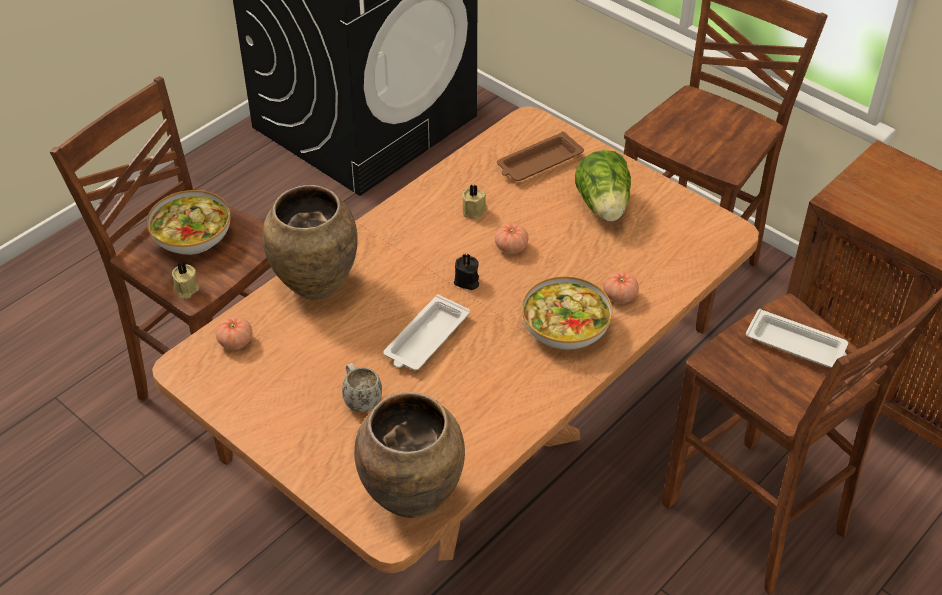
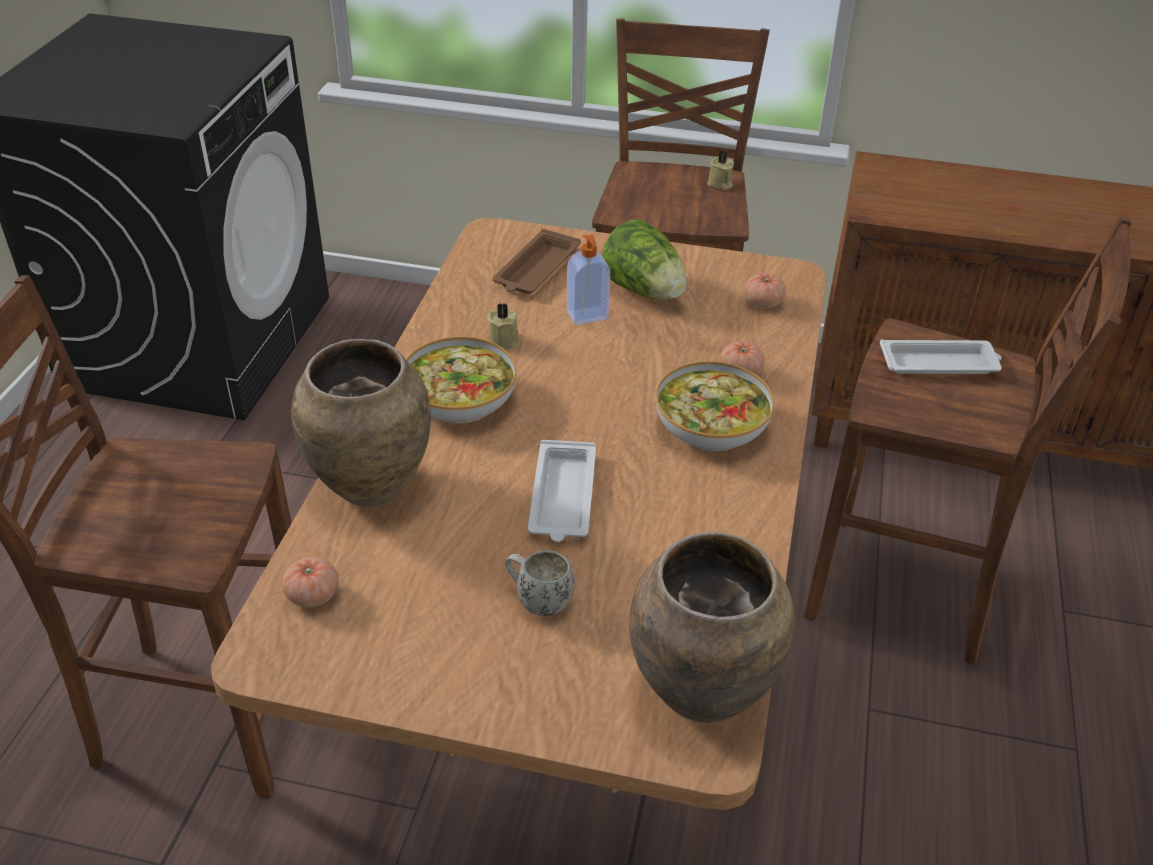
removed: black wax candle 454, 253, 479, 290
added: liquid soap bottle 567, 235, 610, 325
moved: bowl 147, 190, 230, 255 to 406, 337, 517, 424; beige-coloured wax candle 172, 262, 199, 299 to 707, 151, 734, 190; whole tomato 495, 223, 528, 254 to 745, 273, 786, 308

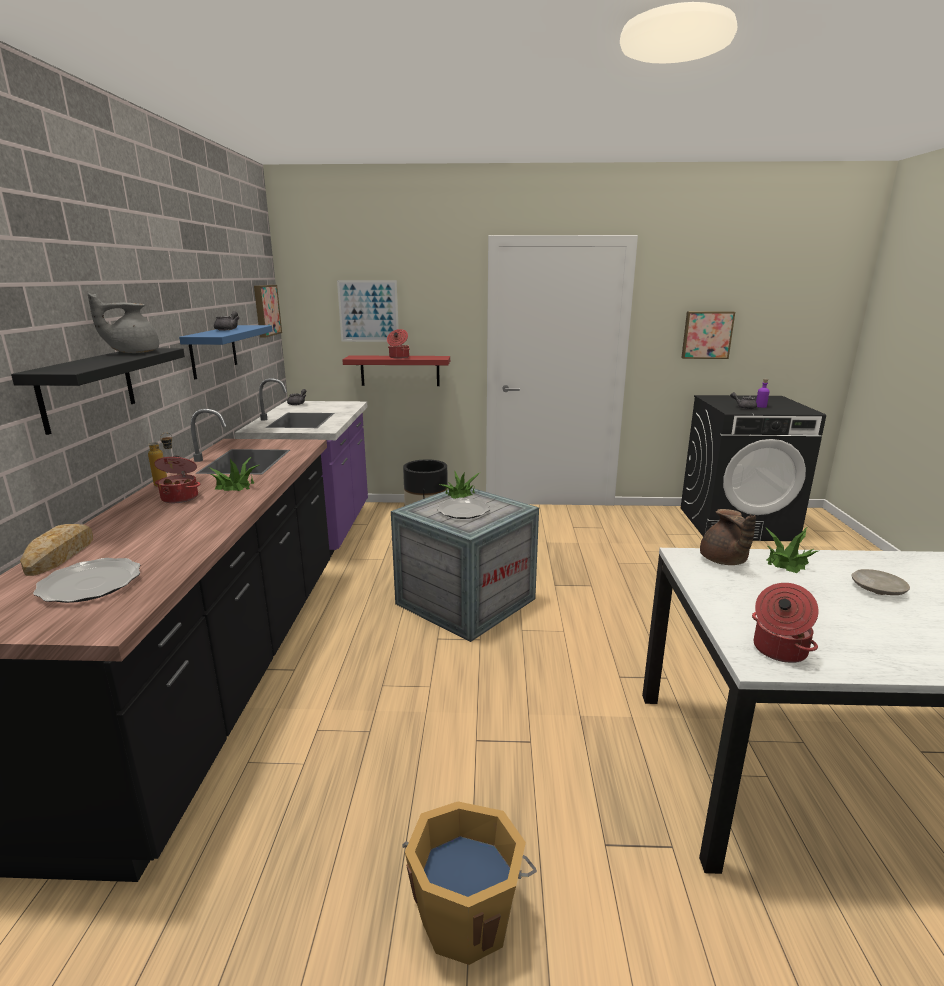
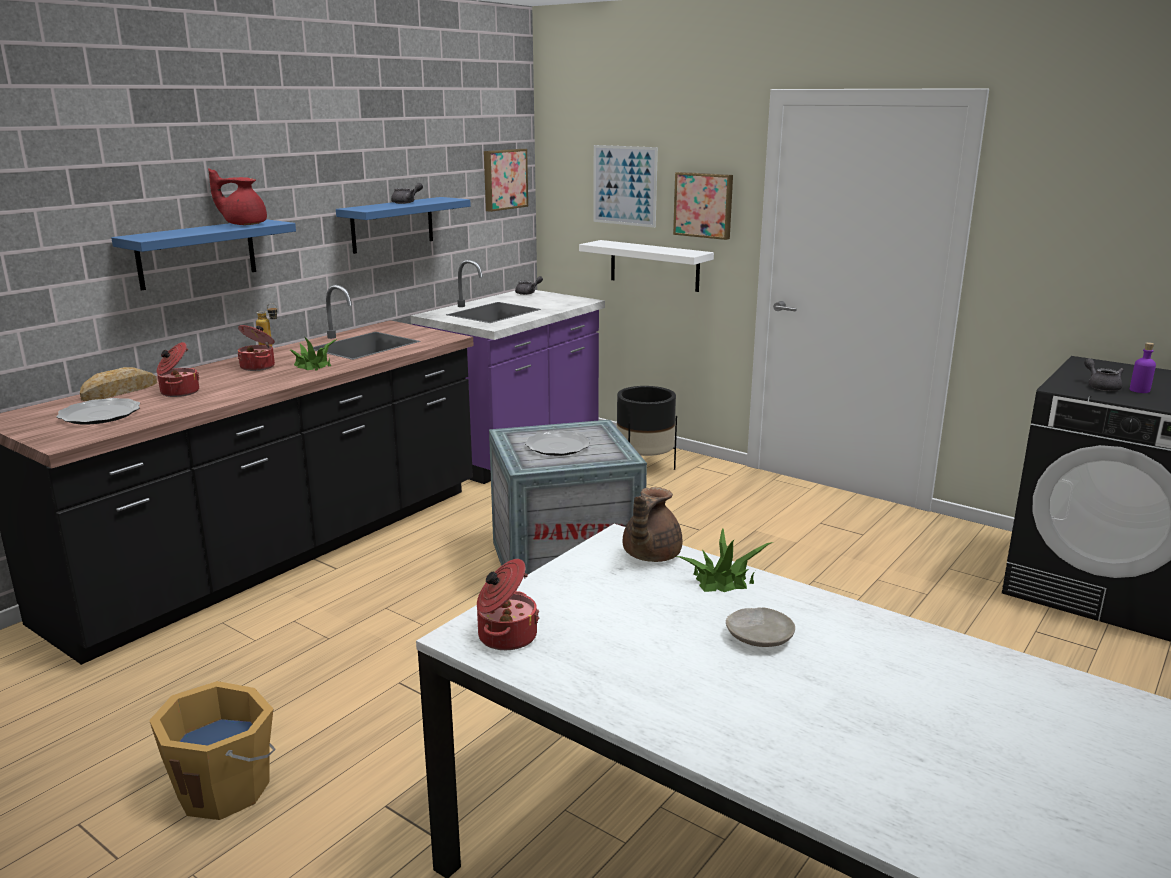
removed: potted plant 439, 471, 481, 499
moved: stockpot 387, 329, 410, 359 to 157, 342, 200, 397; wall picture 681, 311, 735, 359 to 673, 172, 733, 240
recoloured: black shelf 11, 348, 185, 435 to blue-coloured shelf 111, 219, 296, 291; greyish teapot 88, 293, 159, 353 to reddish teapot 208, 168, 267, 225; reddish shelf 342, 355, 450, 386 to white shelf 579, 240, 714, 292

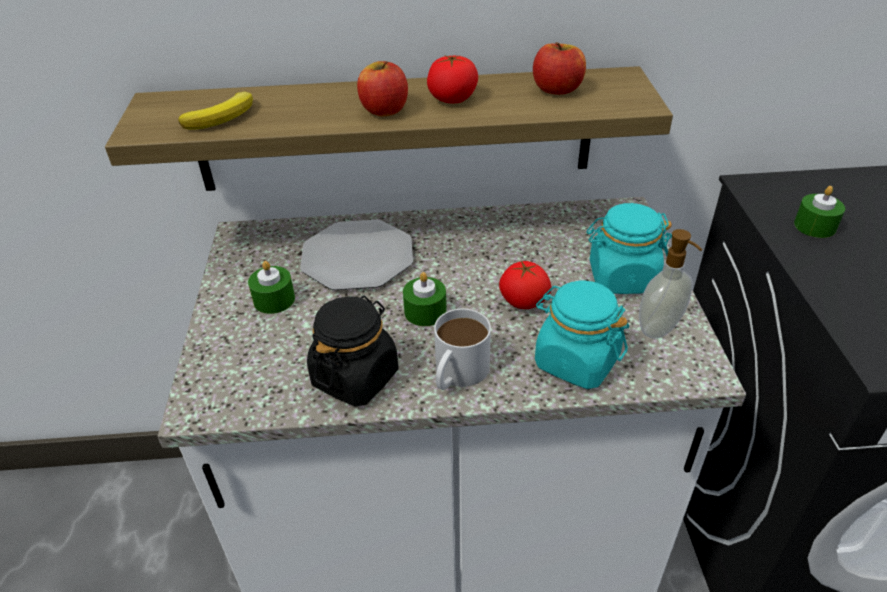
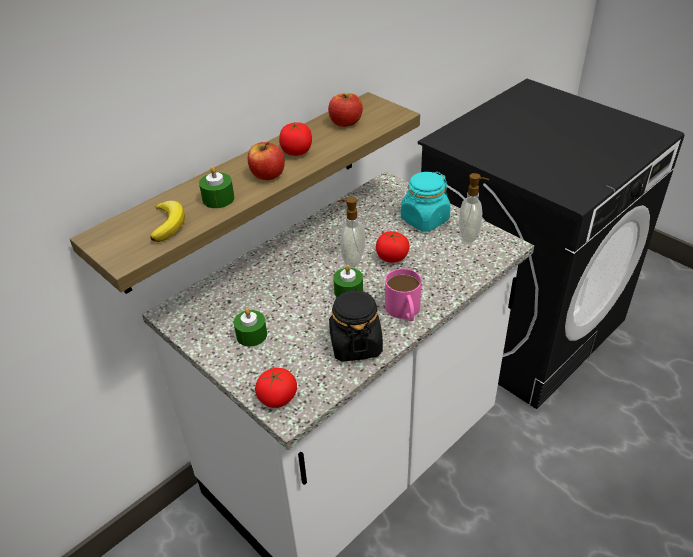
removed: dinner plate 300, 220, 413, 290; blue-green storage jar 535, 280, 629, 389
added: whole tomato 255, 368, 297, 408; liquid soap bottle 337, 196, 365, 267
moved: greenish wax candle 794, 186, 845, 238 to 199, 166, 234, 208
recoloured: white tea mug 434, 309, 491, 390 to pink-coloured tea mug 385, 269, 421, 321

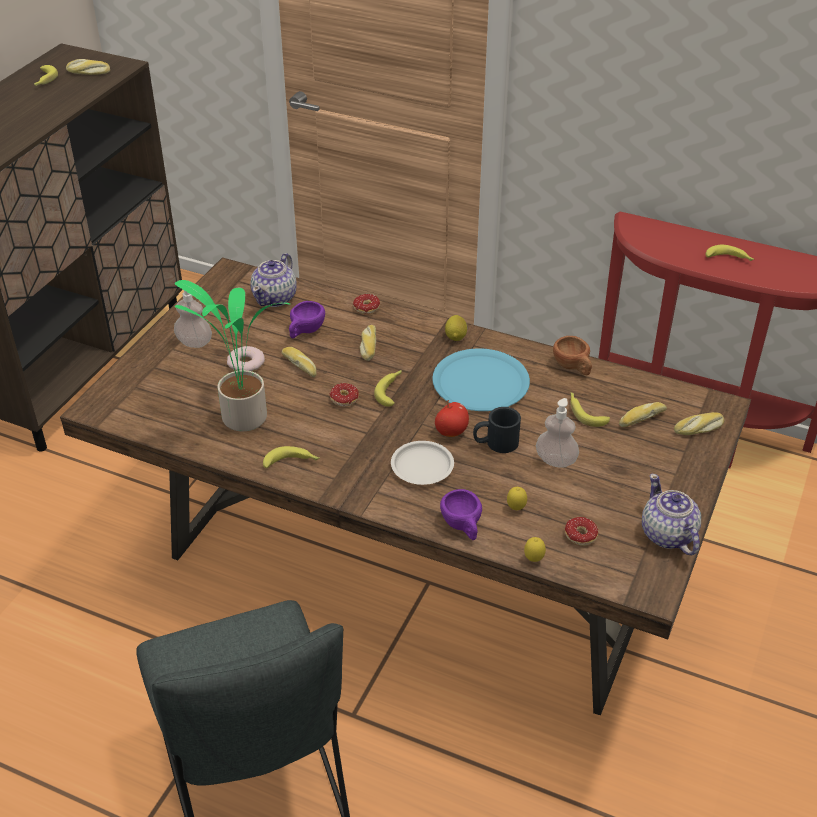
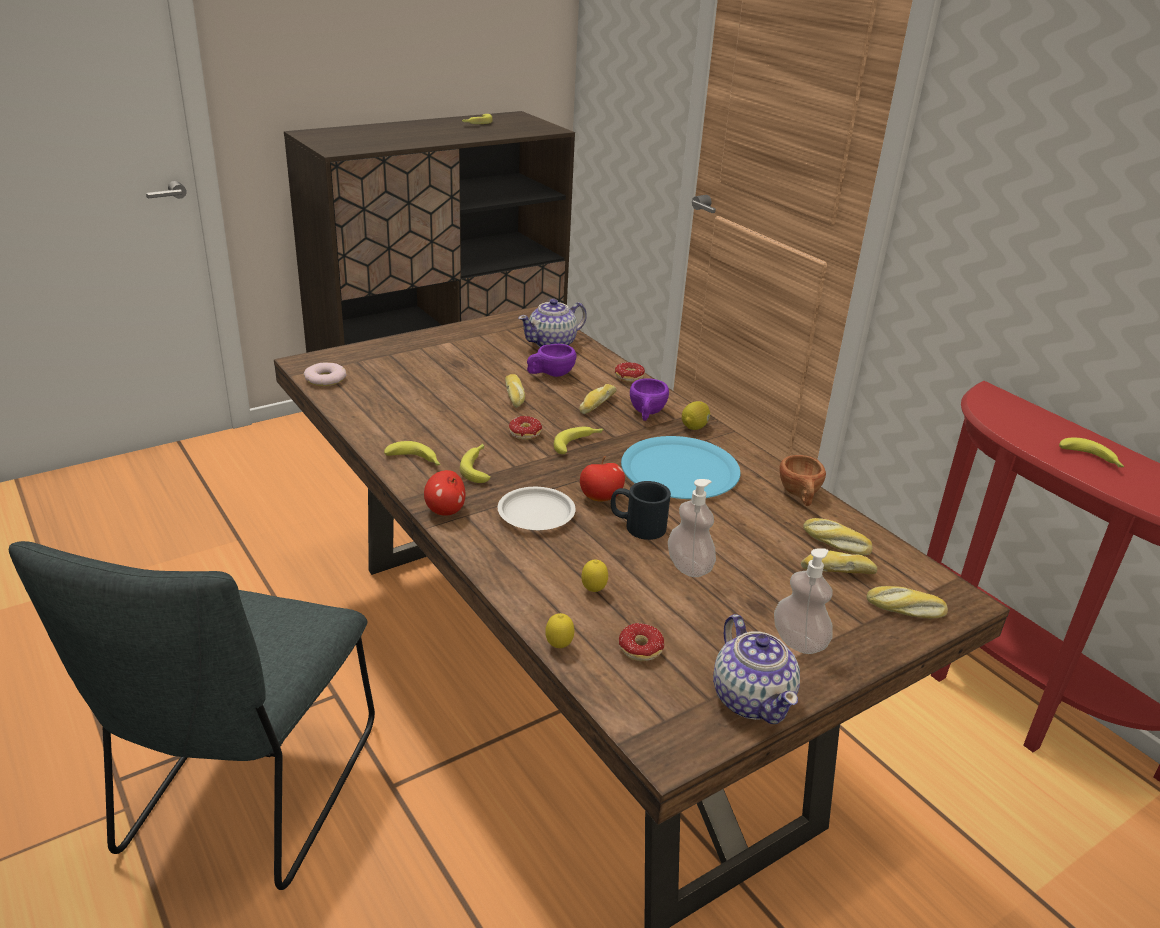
removed: potted plant 175, 280, 291, 431
added: apple 424, 470, 465, 516
moved: ring doughnut 227, 346, 265, 372 to 304, 363, 347, 386; whole banana 570, 392, 610, 427 to 460, 444, 491, 483; purple-coloured small cup 440, 489, 482, 540 to 630, 378, 669, 421; liquid soap bottle 174, 291, 212, 348 to 774, 548, 833, 654; bakery bread 66, 59, 110, 75 to 803, 518, 872, 555
turned: teapot 642, 474, 701, 555 = 713, 614, 800, 724 150 degrees clockwise

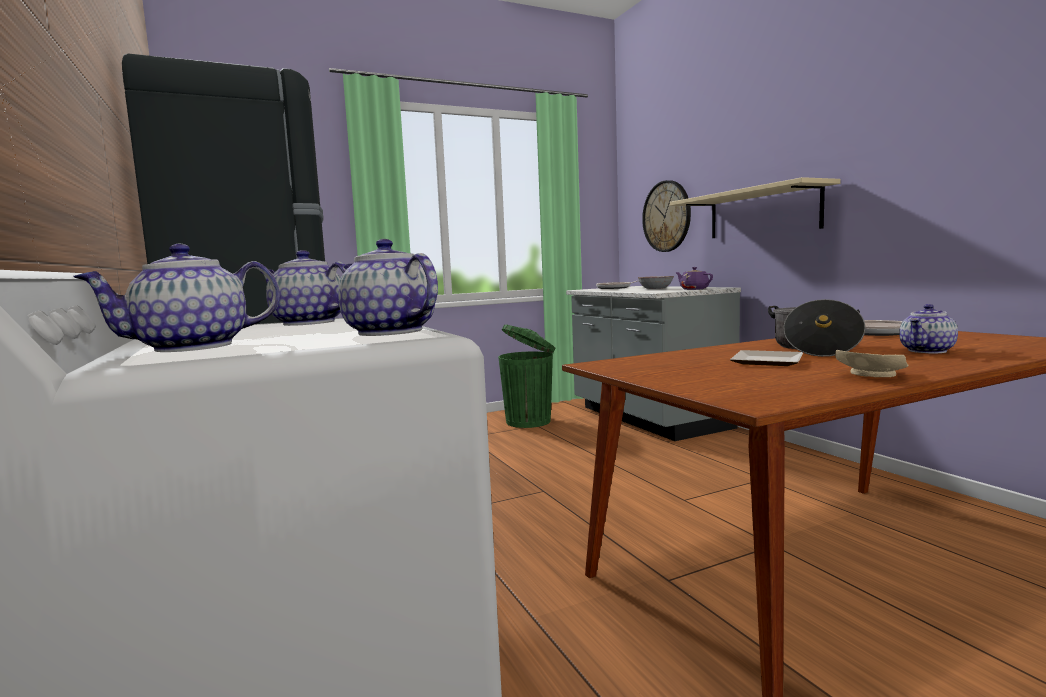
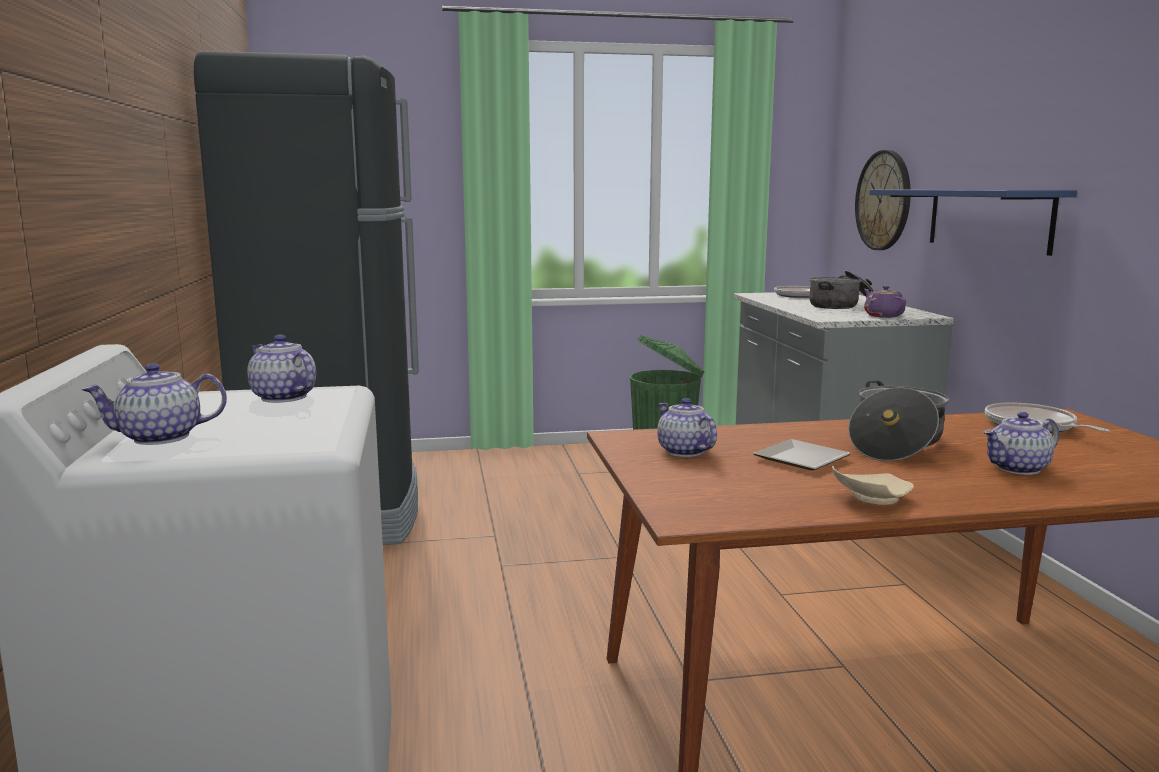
moved: teapot 338, 239, 438, 336 to 657, 398, 717, 457
replaced: bowl 638, 276, 674, 289 to stockpot 809, 270, 874, 309
recoloured: beige-coloured shelf 670, 177, 841, 238 to blue-coloured shelf 869, 190, 1077, 256

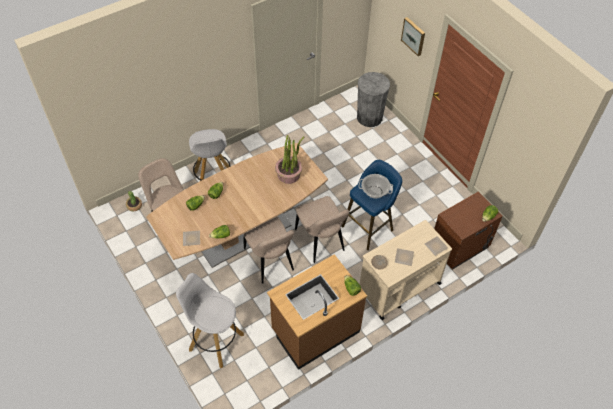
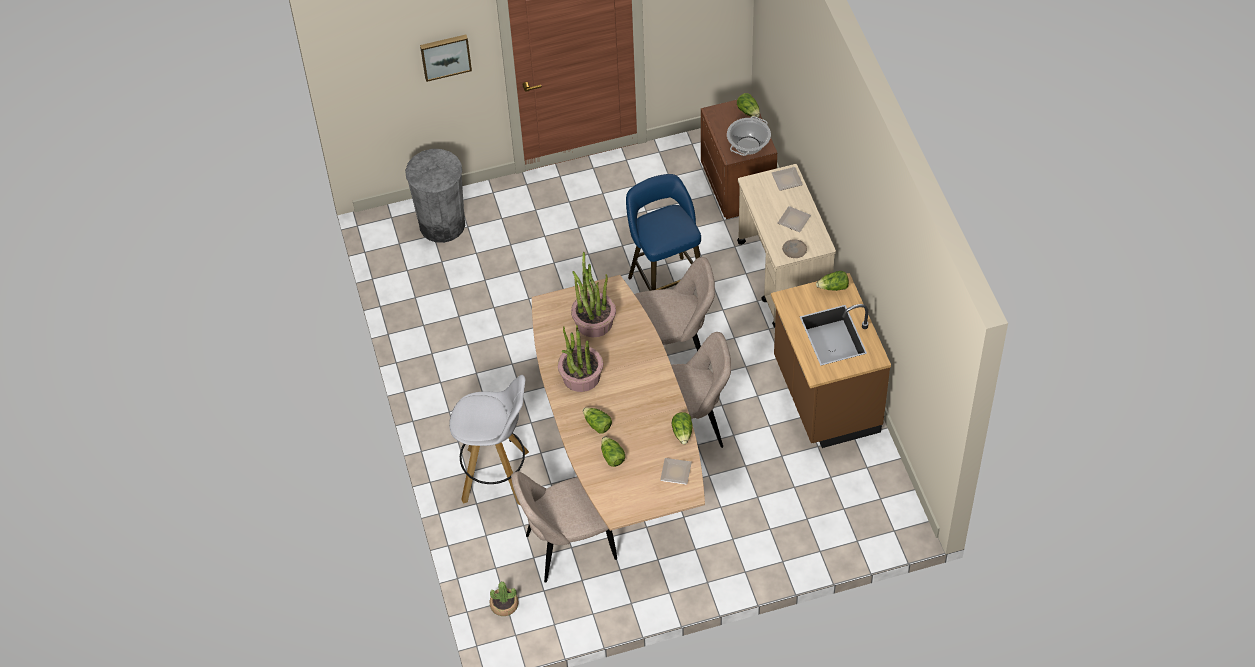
removed: white stool 176, 273, 244, 368
added: potted plant 558, 325, 603, 392
moved: stockpot 358, 174, 393, 199 to 727, 116, 771, 156

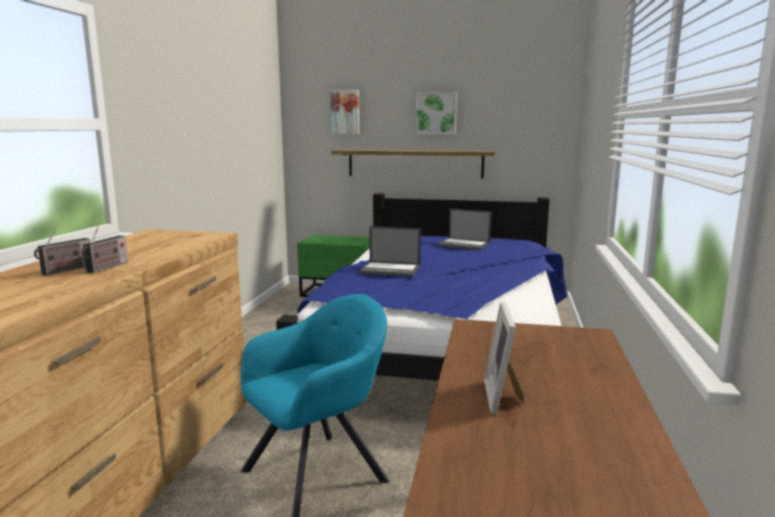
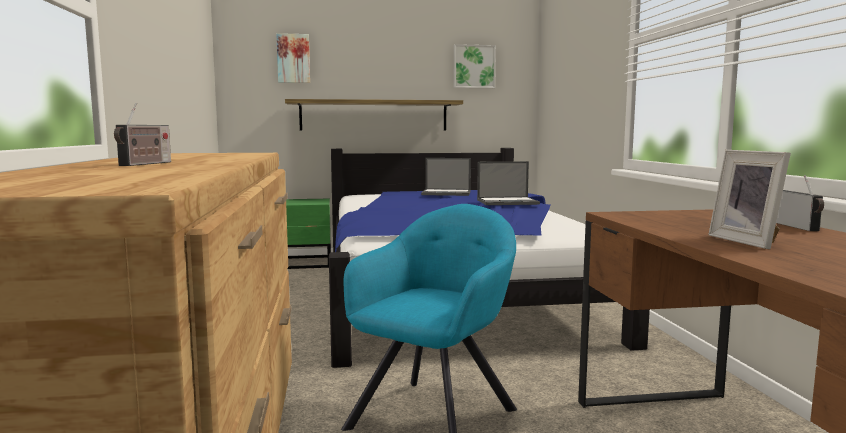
moved: wall picture 415, 92, 457, 134 to 453, 44, 496, 88; portable computer 359, 226, 421, 277 to 477, 161, 540, 205; radio set 81, 226, 128, 273 to 776, 175, 824, 231

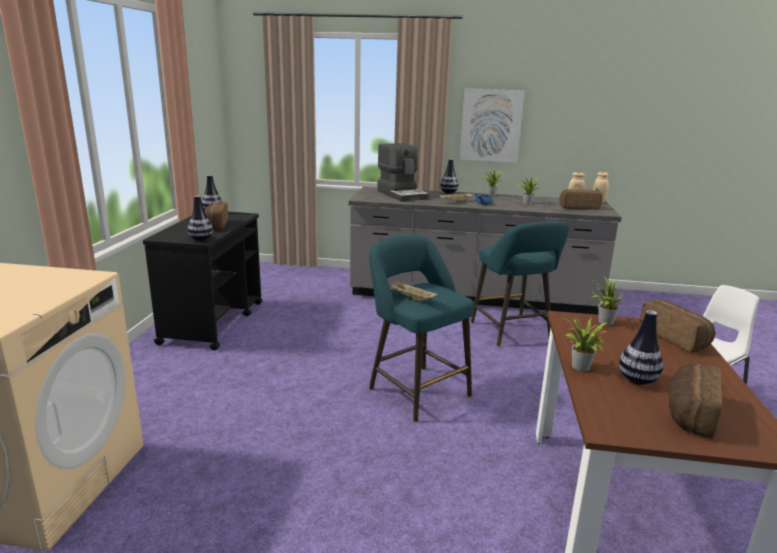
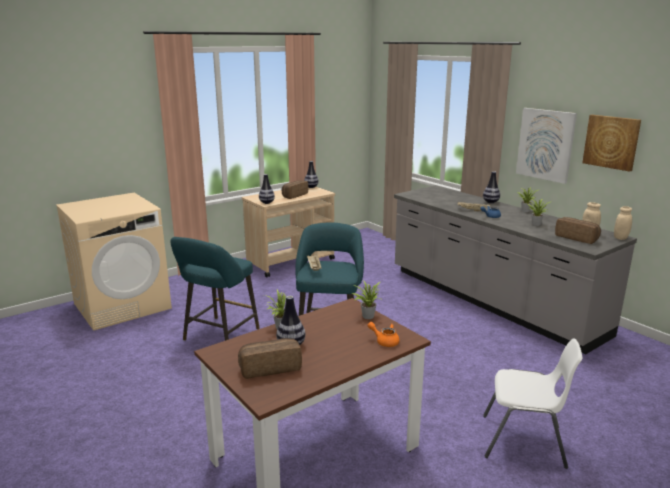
removed: coffee machine 377, 143, 429, 202
added: wall picture 582, 115, 641, 172
moved: blue-green stool 471, 221, 569, 347 to 170, 237, 259, 341
replaced: bakery bread 640, 300, 716, 353 to orangey teapot 368, 322, 400, 347
recoloured: black cart 143, 212, 262, 351 to beige-coloured cart 242, 187, 335, 278

